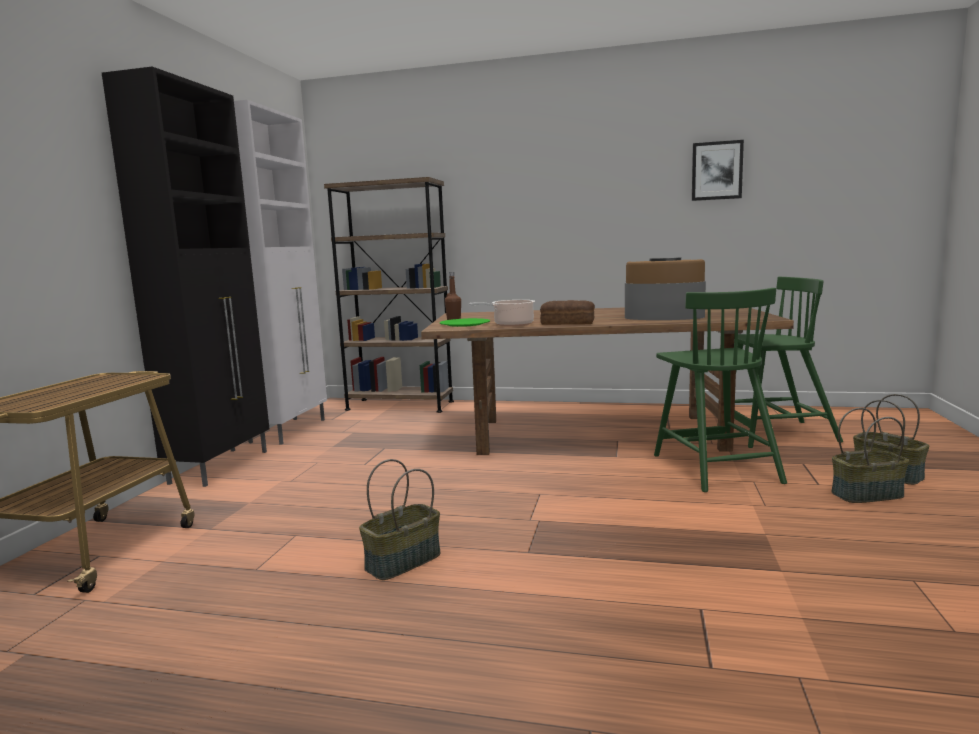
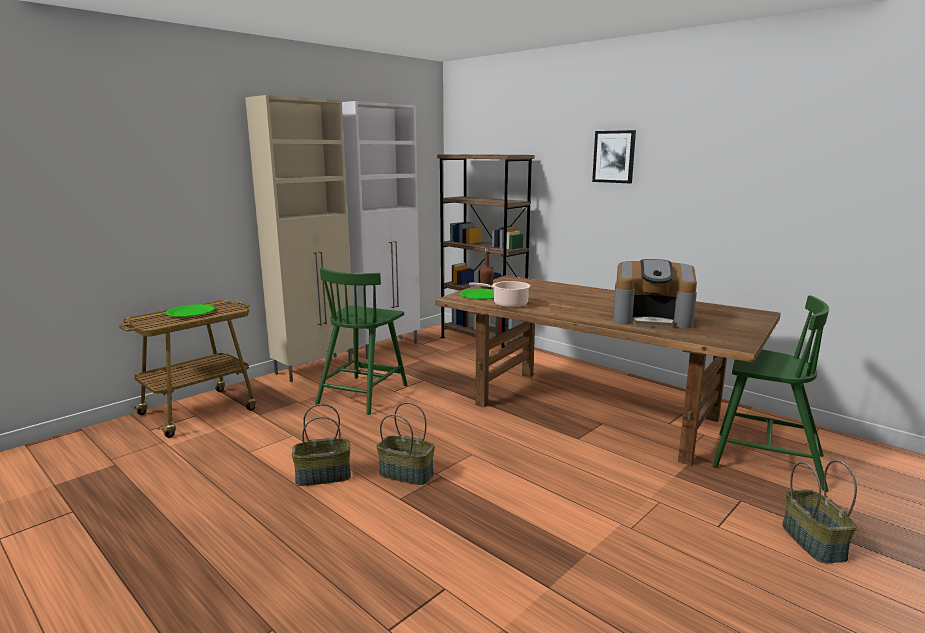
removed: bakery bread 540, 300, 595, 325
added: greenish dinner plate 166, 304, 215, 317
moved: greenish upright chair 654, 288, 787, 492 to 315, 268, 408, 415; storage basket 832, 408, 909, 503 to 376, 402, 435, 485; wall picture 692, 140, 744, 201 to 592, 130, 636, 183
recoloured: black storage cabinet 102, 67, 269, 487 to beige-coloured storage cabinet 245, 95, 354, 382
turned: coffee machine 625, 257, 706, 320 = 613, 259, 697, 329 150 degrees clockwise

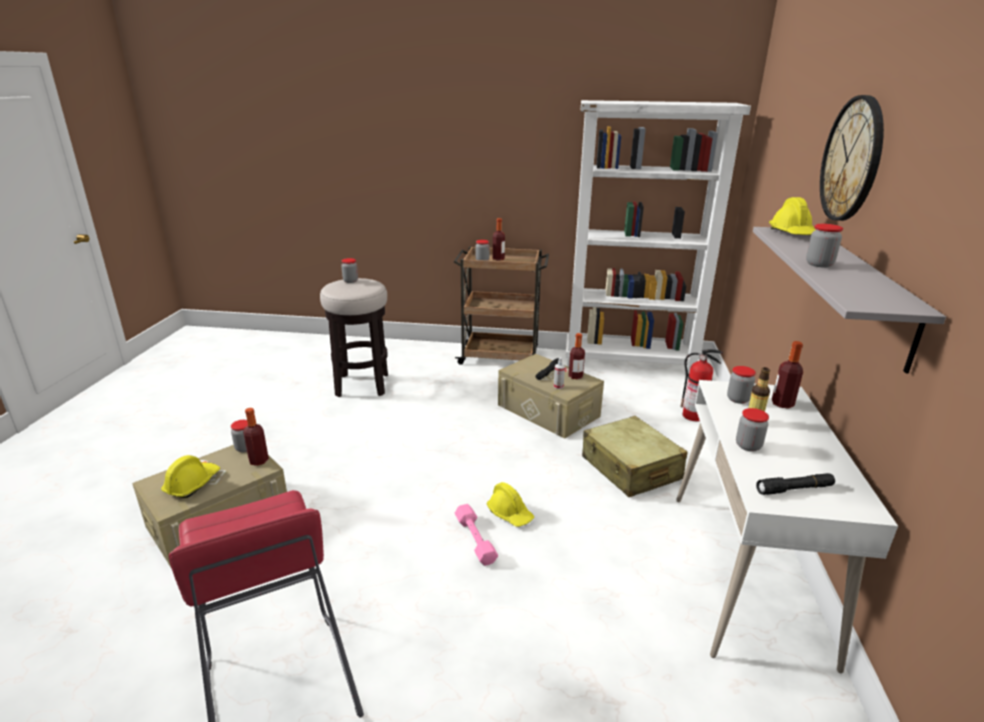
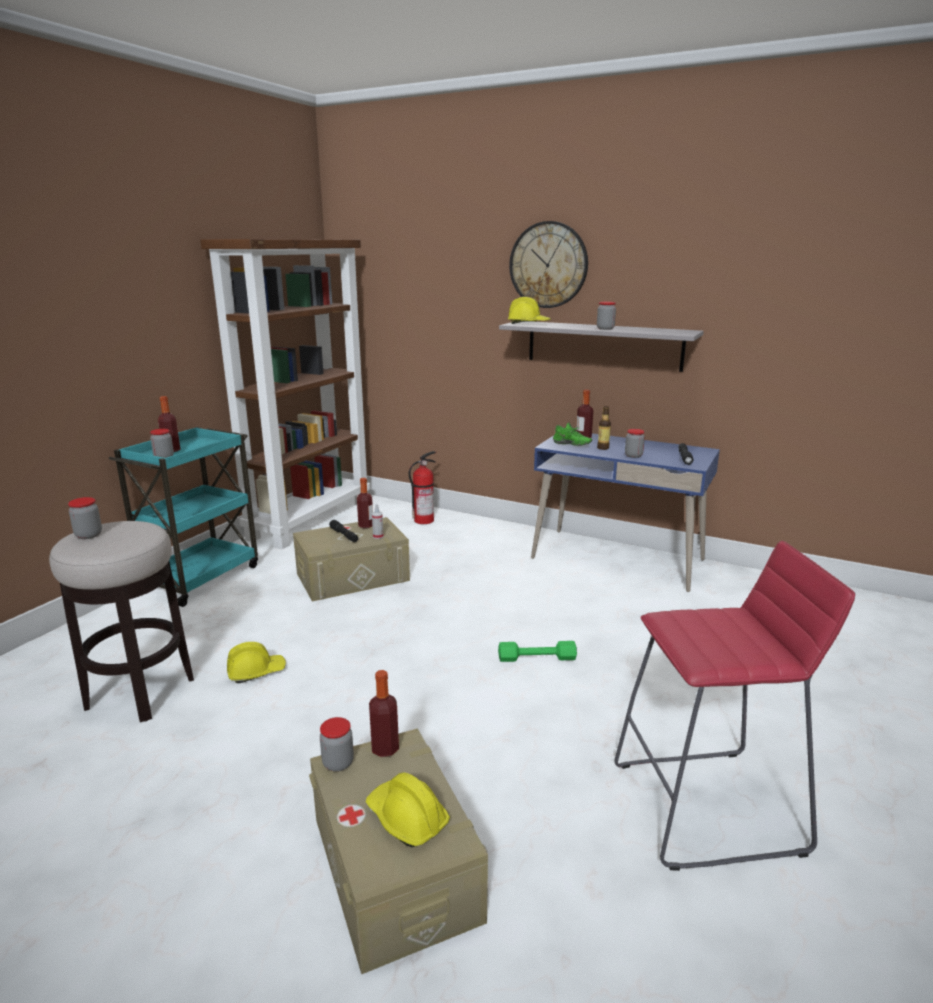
removed: beige-coloured travel case 582, 416, 687, 497
moved: yellowish safety helmet 486, 482, 534, 527 to 227, 642, 286, 683
replaced: storage jar 727, 366, 756, 404 to greenish shoe 553, 423, 592, 446
recoloured: brownish cart 454, 246, 549, 365 to blue-green cart 109, 427, 258, 607; white bookshelf 565, 100, 751, 377 to brownish bookshelf 200, 239, 370, 549; pink-coloured dumbbell 455, 504, 498, 566 to greenish dumbbell 498, 641, 577, 662; white desk 676, 380, 898, 673 to blue-coloured desk 531, 433, 720, 592

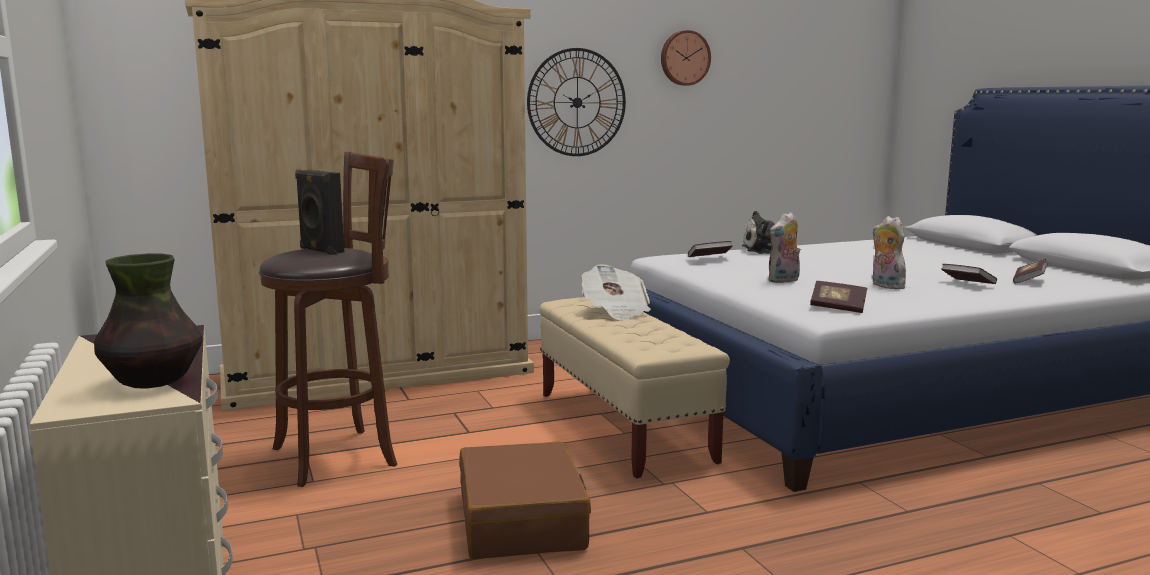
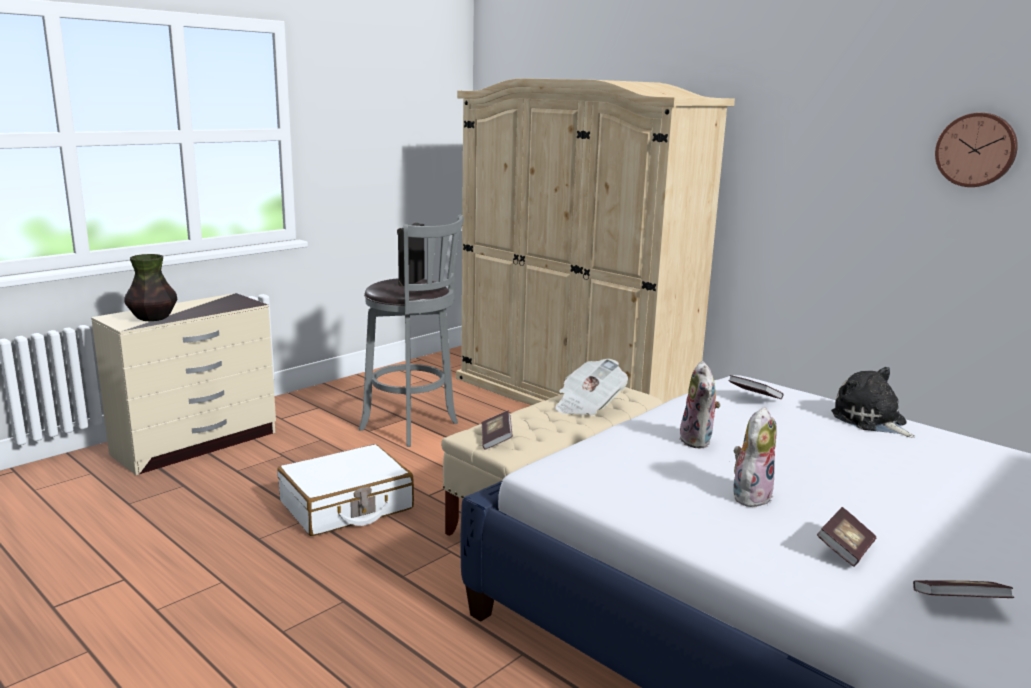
removed: wall clock 527, 48, 626, 156
moved: bound book 810, 281, 867, 313 to 482, 411, 513, 449
recoloured: brownish travel case 459, 441, 591, 559 to white travel case 277, 444, 414, 536; brownish stool 259, 152, 397, 487 to greyish stool 359, 215, 464, 447
turned: cuddly toy 768, 212, 800, 283 = 679, 361, 720, 448 120 degrees counterclockwise

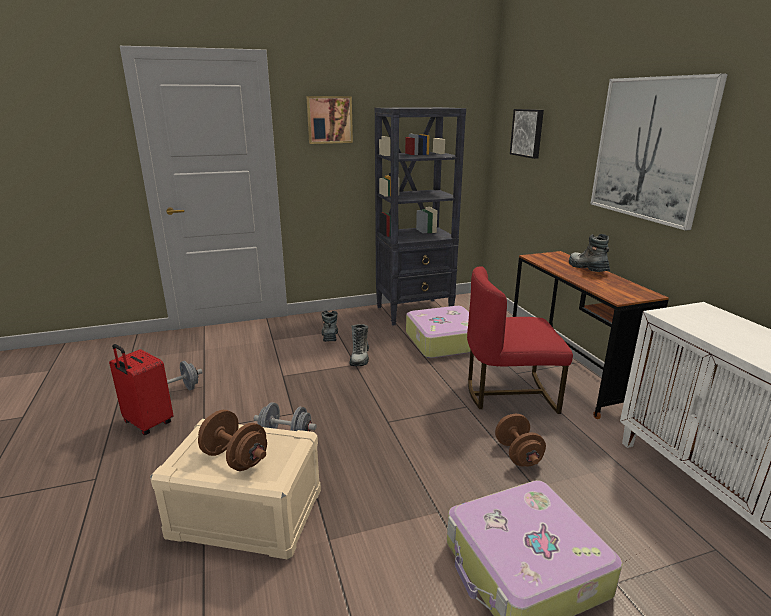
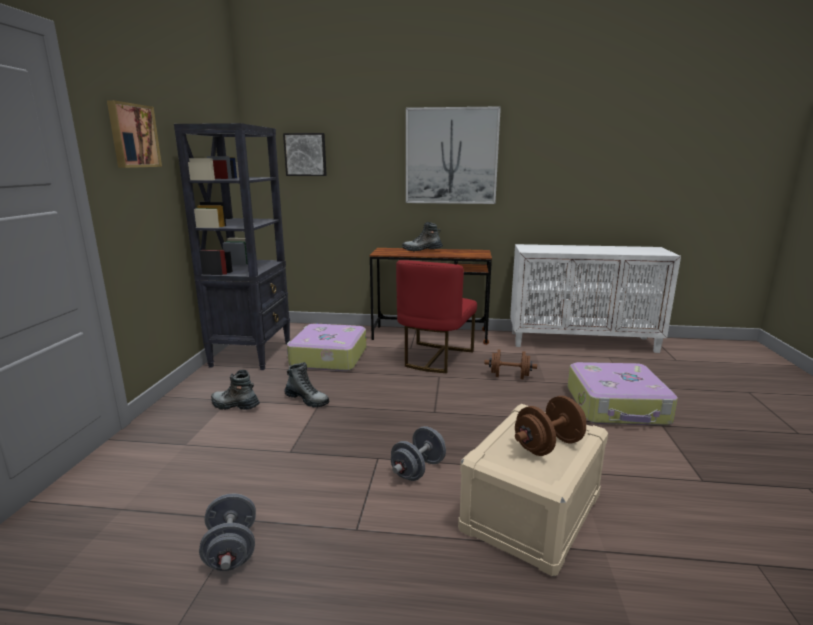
removed: reddish travel case 109, 344, 173, 435

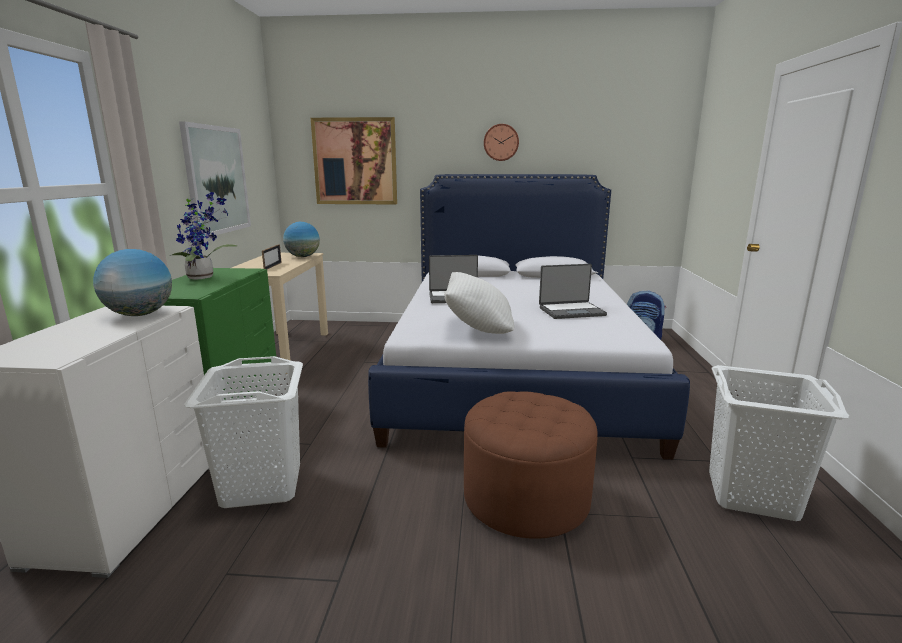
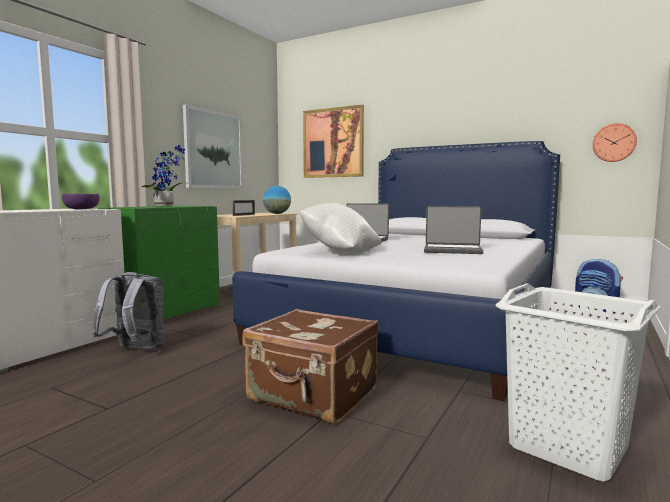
moved: wall clock 484, 124, 519, 161 to 593, 123, 637, 162
replaced: world globe 93, 249, 172, 316 to purple-coloured bowl 62, 194, 99, 209; white hamper 184, 356, 303, 508 to greyish rucksack 92, 272, 164, 350; brownish footrest 464, 391, 597, 539 to brownish travel case 242, 309, 379, 424

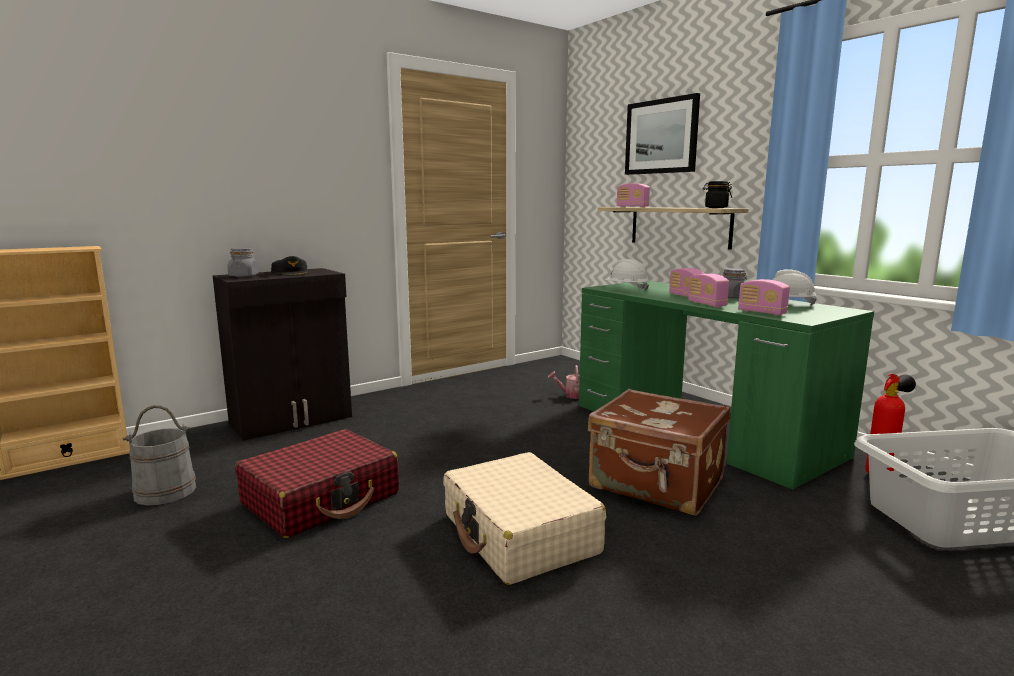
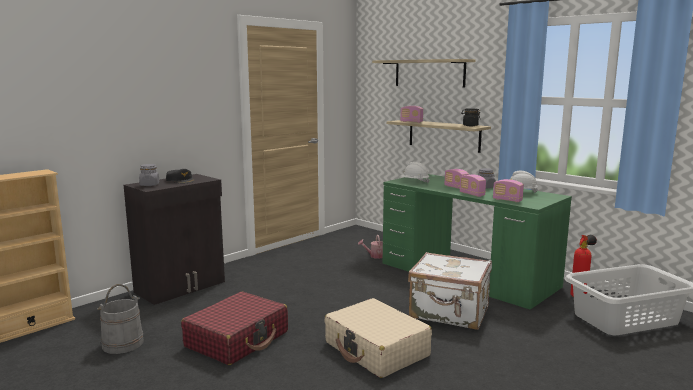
replaced: wall picture 625, 93, 700, 175 to shelf 372, 59, 475, 87
recoloured: brownish travel case 588, 389, 730, 516 to white travel case 408, 252, 492, 330

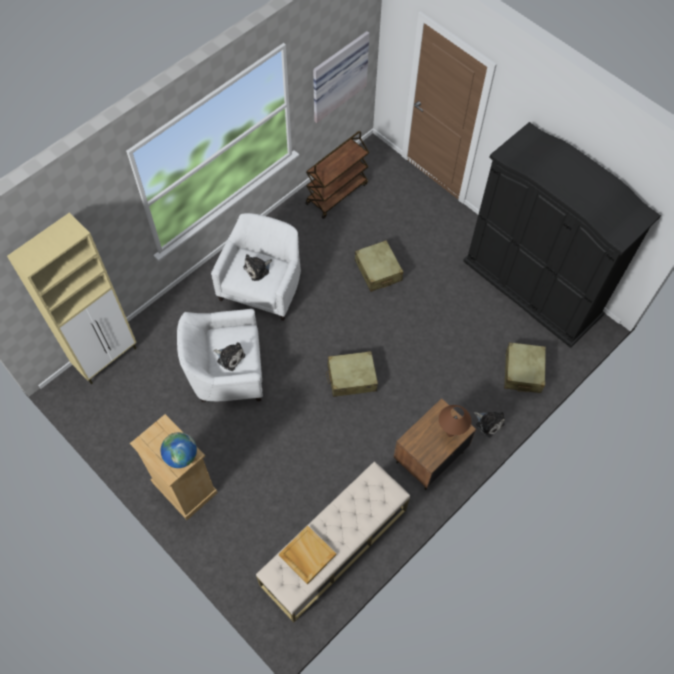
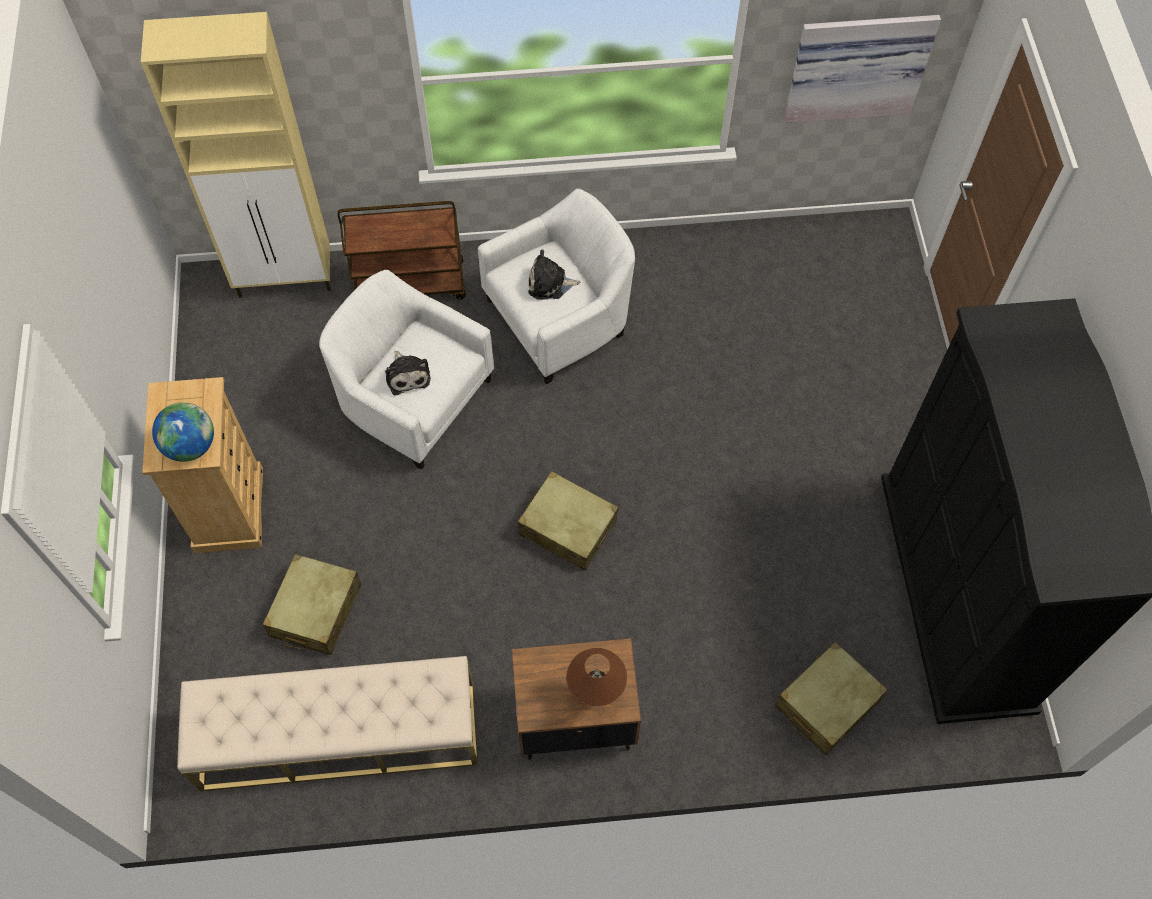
removed: beige-coloured tray 279, 525, 336, 584; cuddly toy 474, 412, 505, 437
moved: beige-coloured travel case 355, 240, 403, 292 to 262, 554, 361, 655; brownish cart 305, 131, 369, 219 to 338, 201, 466, 300

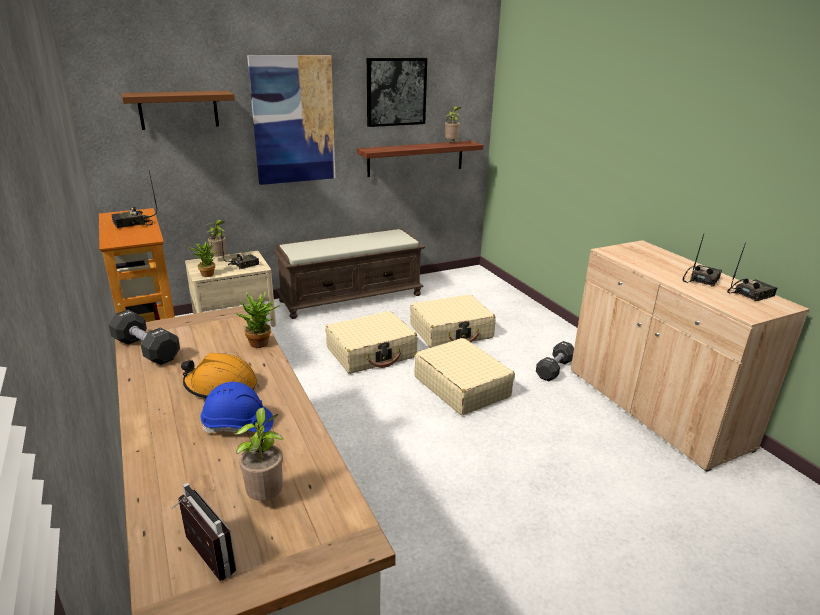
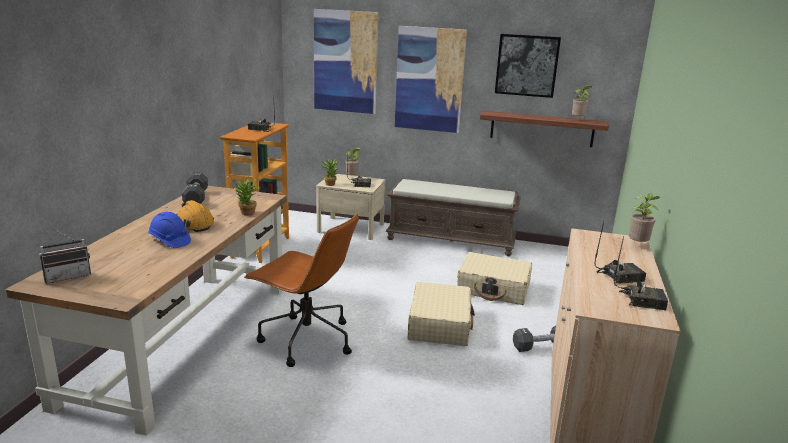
removed: beige-coloured travel case 325, 311, 417, 374
added: brownish desk chair 244, 214, 359, 367
moved: potted plant 236, 407, 284, 501 to 629, 193, 660, 242
replaced: brownish shelf 121, 91, 235, 130 to wall picture 314, 9, 379, 114
turned: radio set 171, 483, 236, 581 = 39, 229, 91, 283 60 degrees clockwise

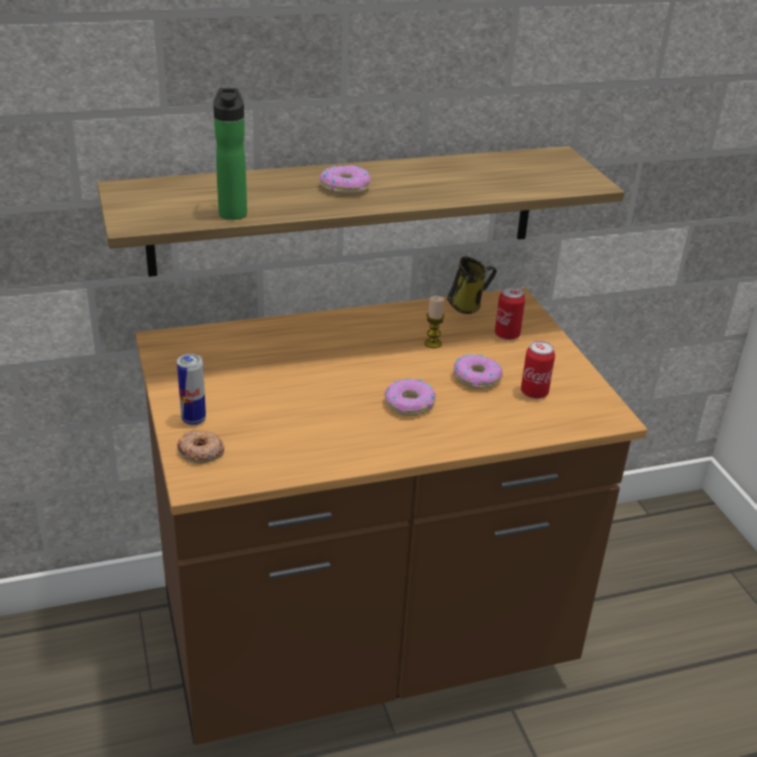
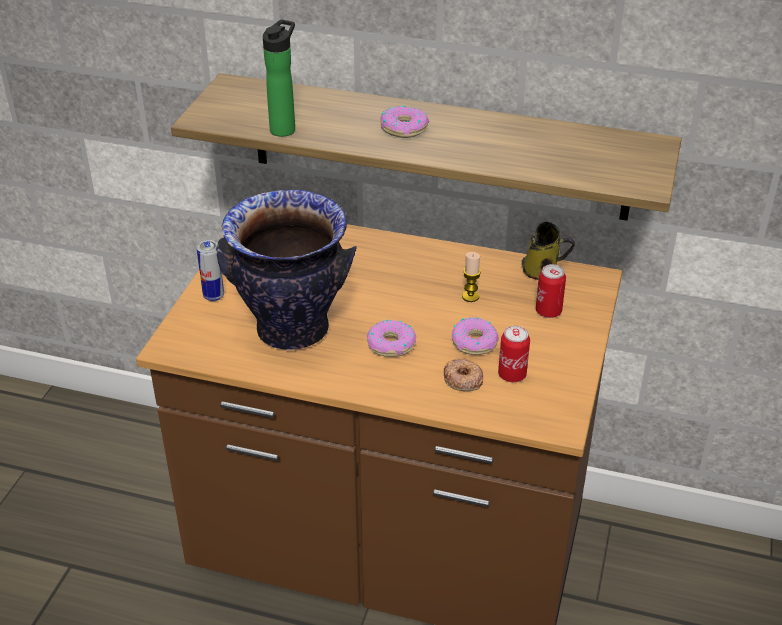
added: decorative vase 216, 189, 357, 350
moved: ring doughnut 177, 430, 224, 463 to 444, 358, 483, 391

